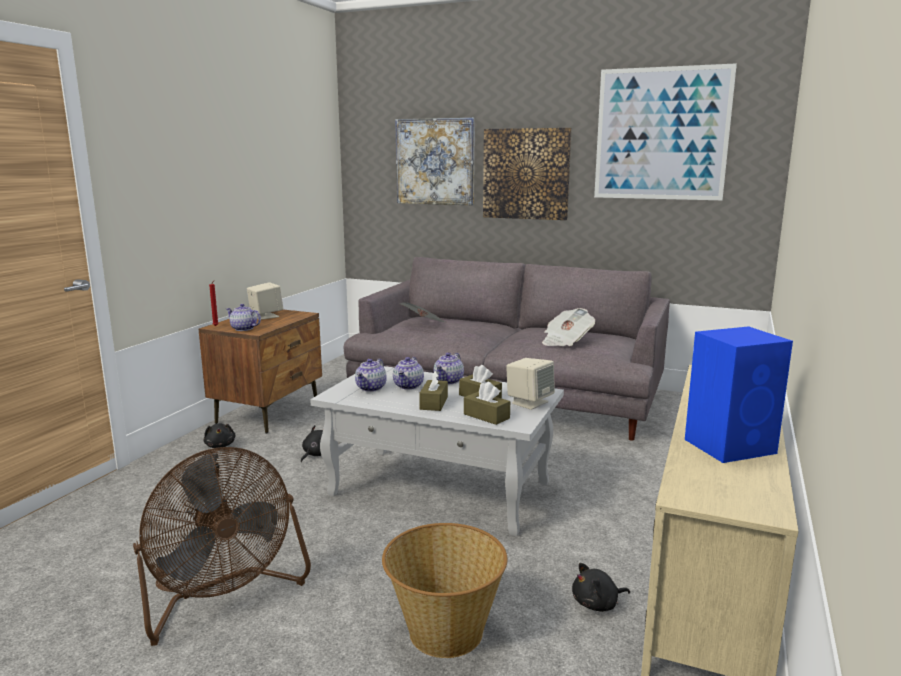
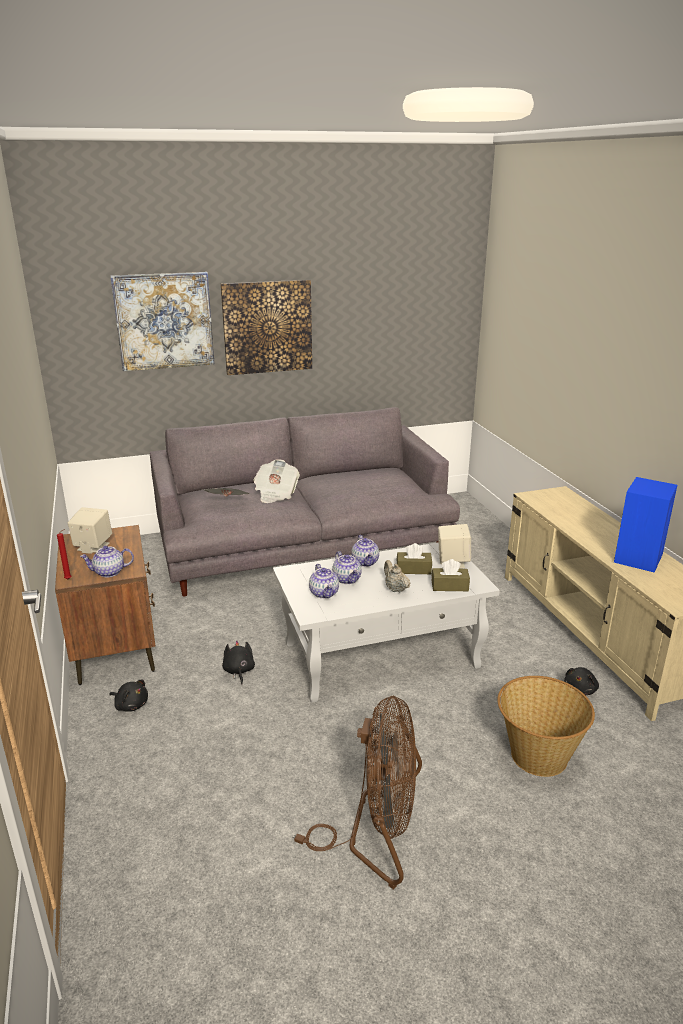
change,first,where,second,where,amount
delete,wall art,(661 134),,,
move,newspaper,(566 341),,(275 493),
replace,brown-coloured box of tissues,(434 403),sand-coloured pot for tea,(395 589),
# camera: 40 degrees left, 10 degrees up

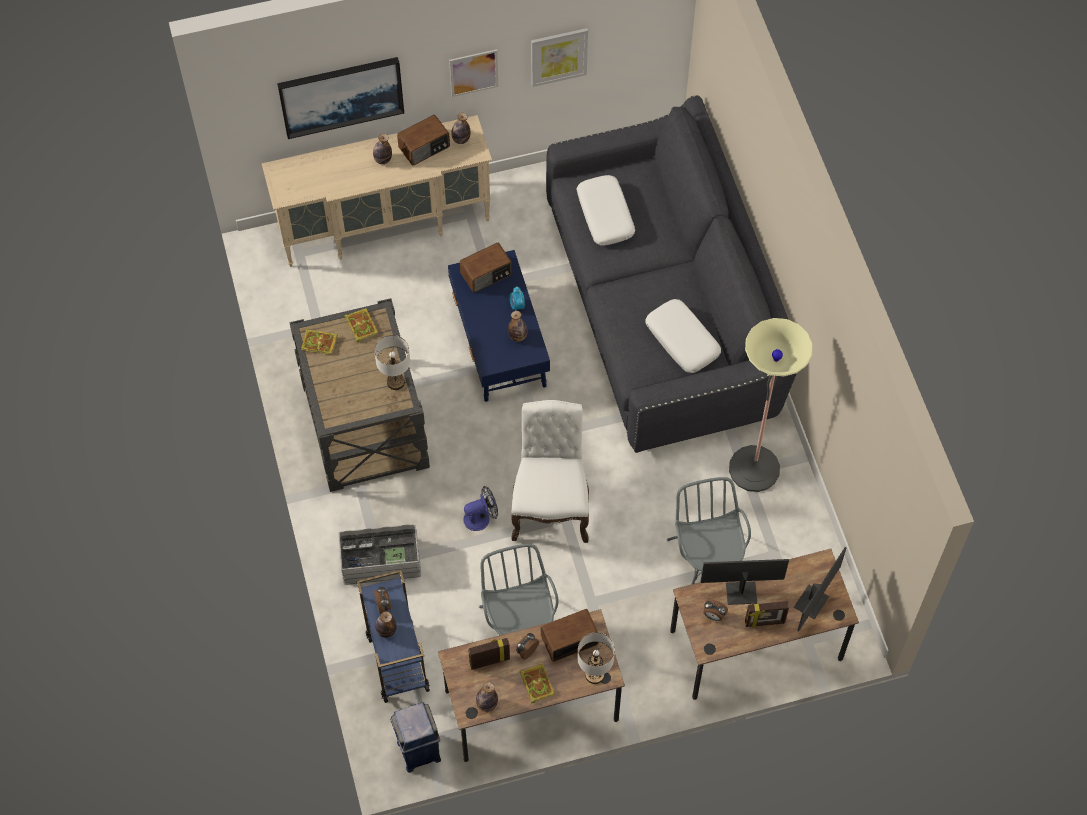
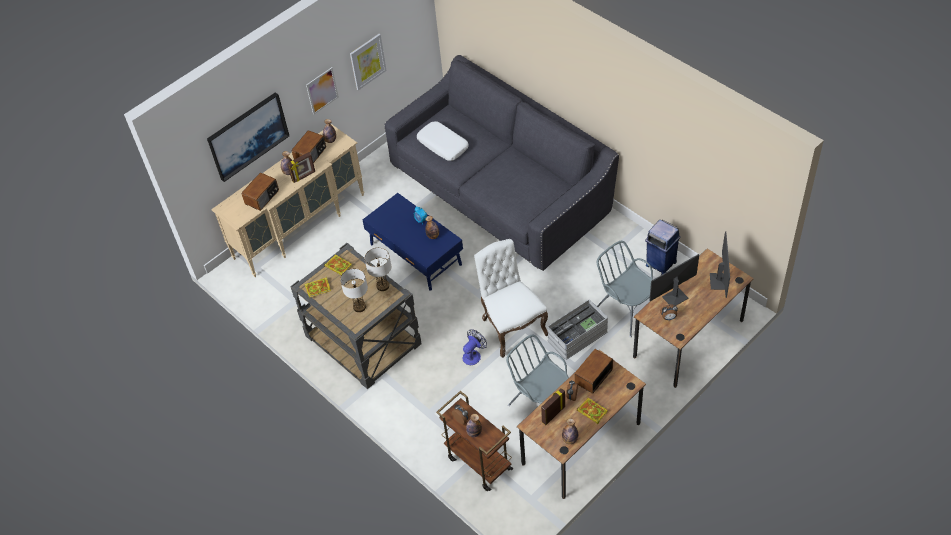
change,first,where,second,where,amount
delete,whitish throw pillow,(683 340),,,
delete,floor lamp,(754 469),,,
move,gray storage container,(380 562),,(577 336),
move,blue-coloured waste bin,(418 750),,(660 263),
move,radio receiver,(487 274),,(262 197),
move,tabletop lamp,(594 674),,(359 307),
move,picture frame,(764 622),,(304 176),
recolor,blue-coloured cart,(397 659),brown-coloured cart,(478 462),
# camera: 25 degrees left, 10 degrees down

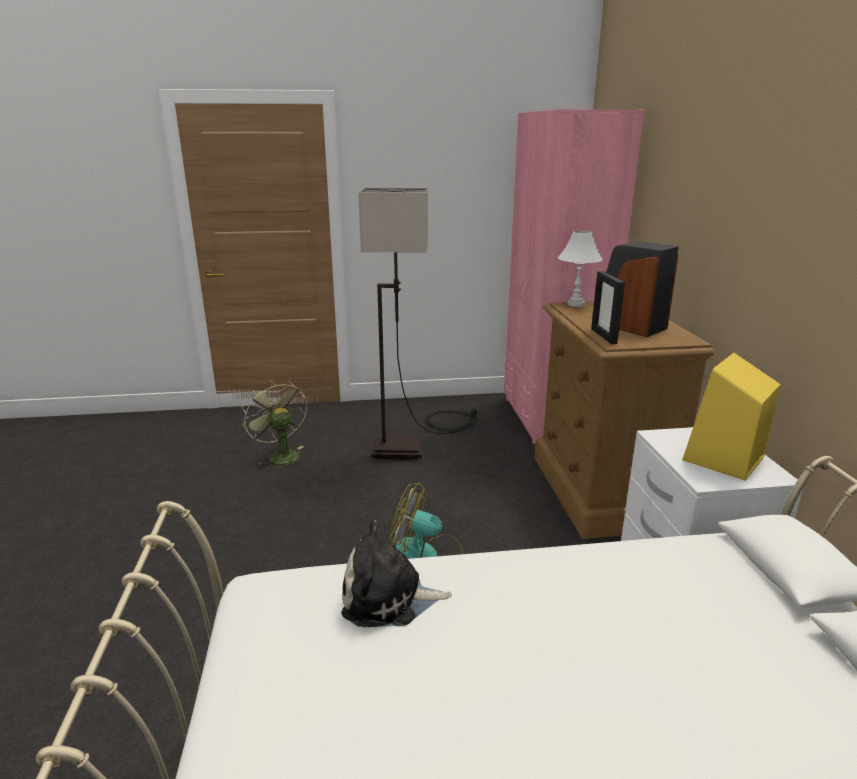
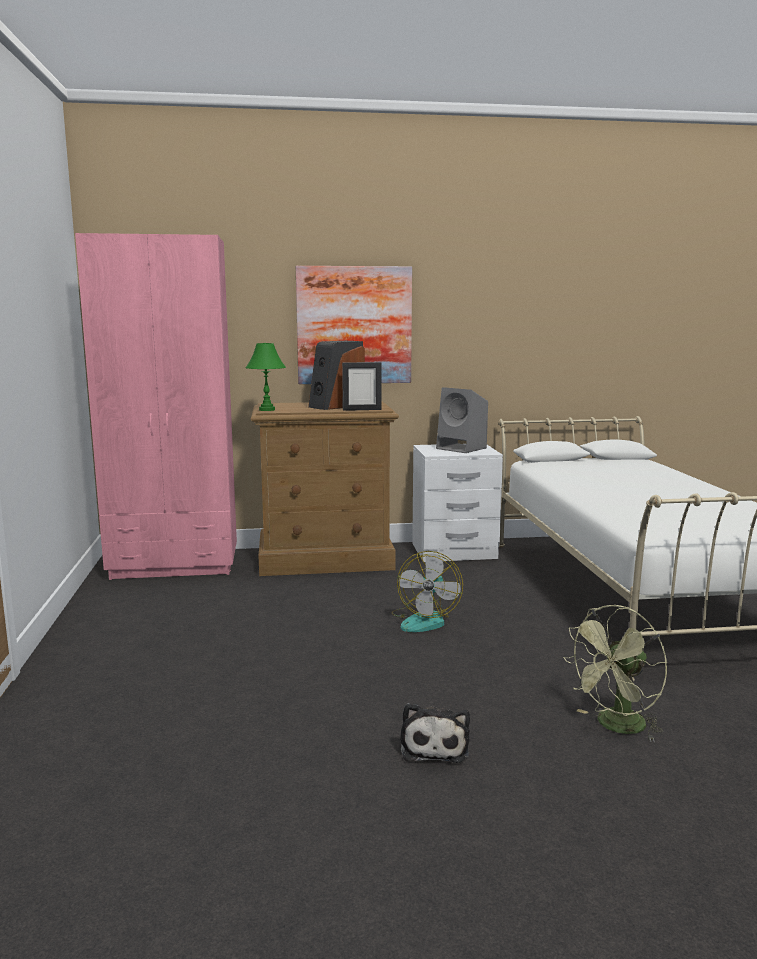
change,first,where,second,where,amount
delete,floor lamp,(428 434),,,
insert,,,wall art,(354 325),
move,green-coloured electric fan,(280 456),,(616 727),
move,soft toy,(388 598),,(434 746),
recolor,whitish tabletop lamp,(575 304),green-coloured tabletop lamp,(267 410),
recolor,yellow-coloured speaker,(723 460),gray speaker,(462 448),
# camera: 90 degrees left, 10 degrees down

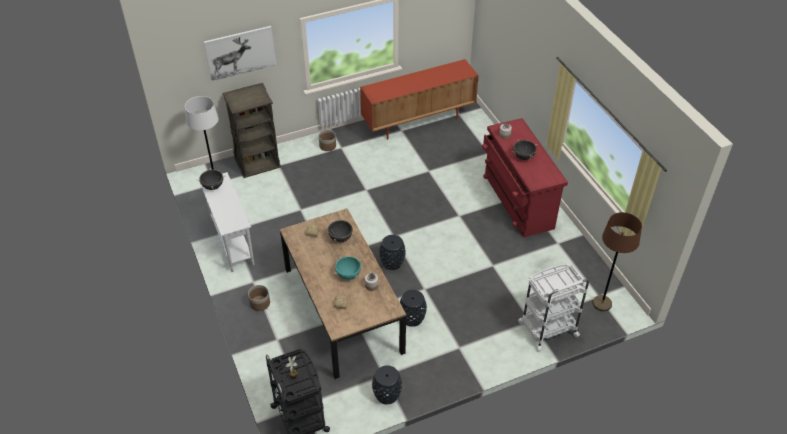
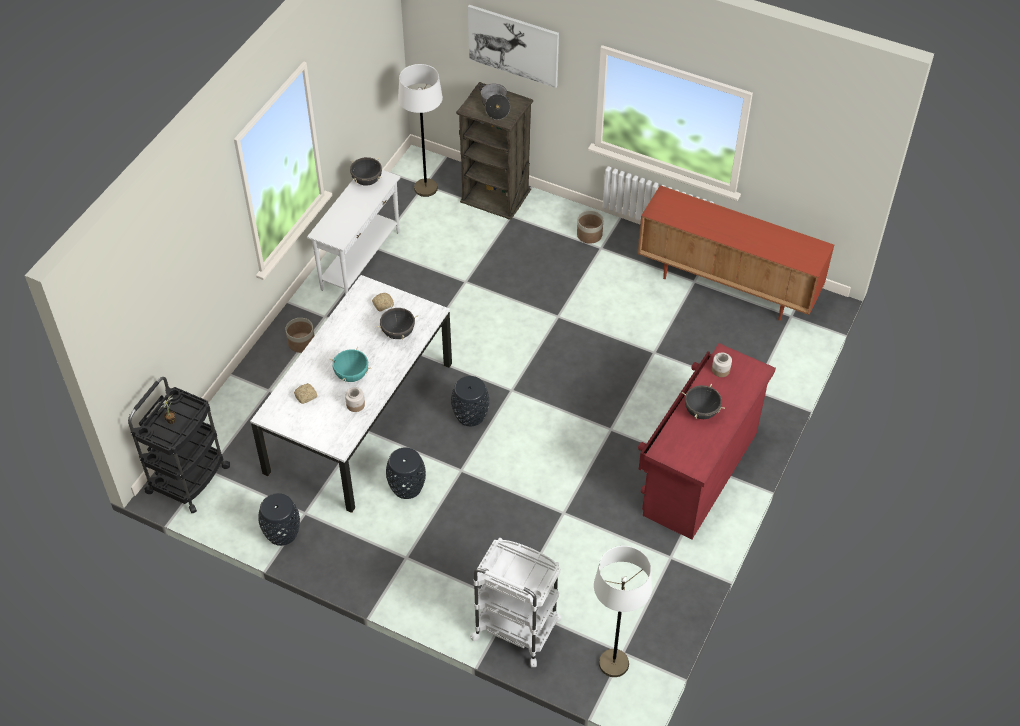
change,first,where,second,where,amount
insert,,,saucepot,(495 106),
recolor,brown-coloured dinner table,(343 310),whitish dinner table,(360 418),
recolor,brown-coloured floor lamp,(602 303),whitish floor lamp,(613 663),
# camera: 50 degrees right, 5 degrees up

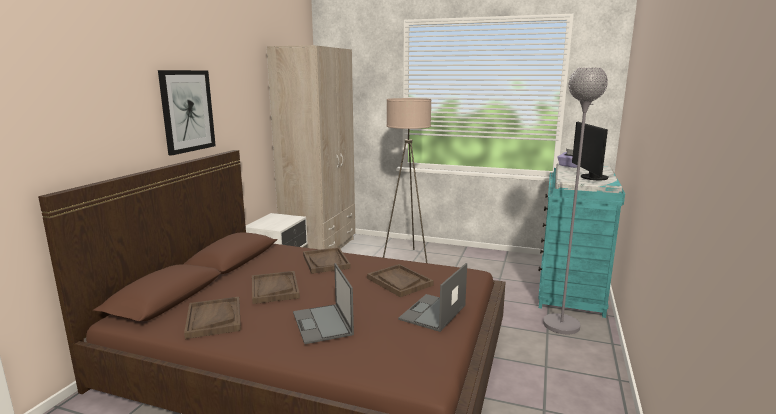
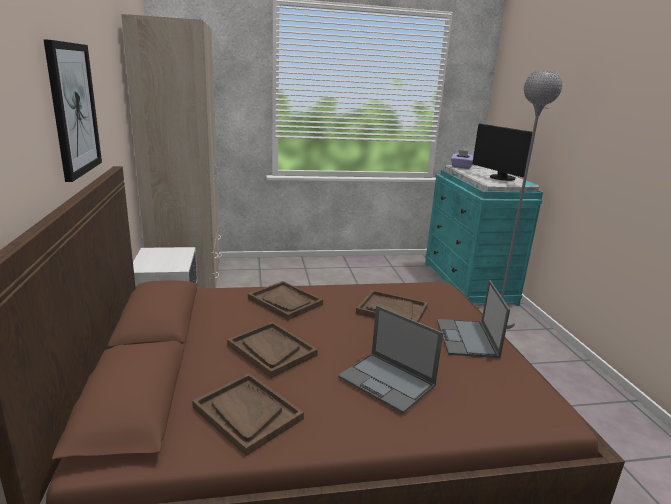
change,first,where,second,where,amount
delete,sand-coloured floor lamp,(407 258),,,
# camera: 30 degrees left, 5 degrees up

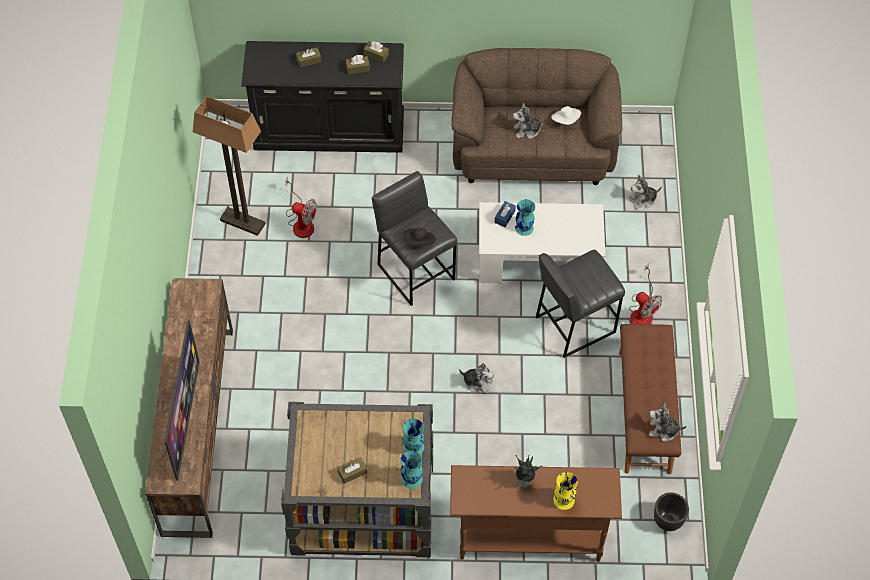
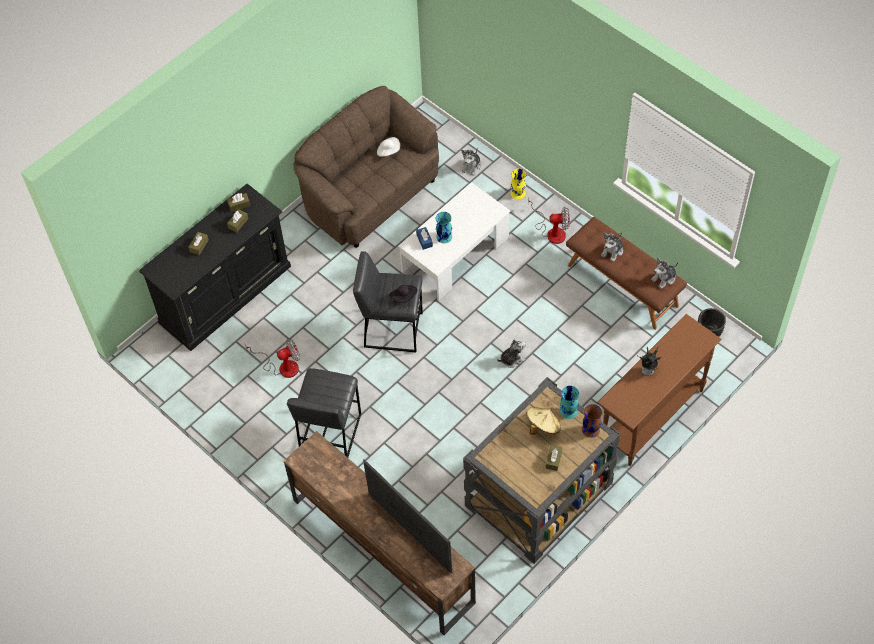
change,first,where,second,where,amount
delete,floor lamp,(243 222),,,
insert,,,sand-coloured clothing hat,(542 426),
move,soft toy,(527 130),,(612 251),
move,gray sitting stool,(574 325),,(330 433),
move,yellow-coloured decorative vase,(564 500),,(518 193),
recolor,turquoise decorative vase,(412 478),brown-coloured decorative vase,(590 429),
# camera: 45 degrees left, 0 degrees up

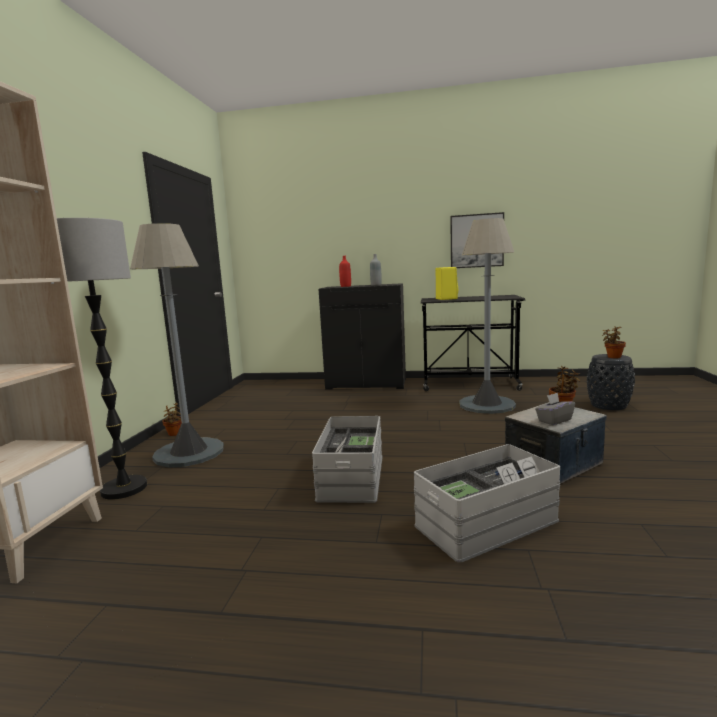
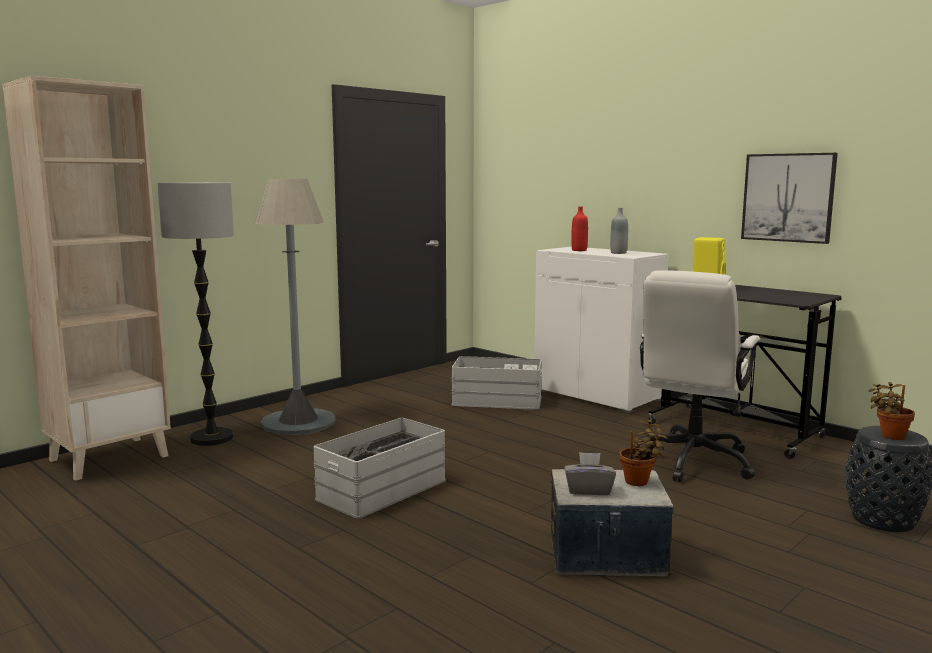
change,first,where,second,where,amount
delete,plant in a pot,(174 434),,,
move,gray storage container,(485 522),,(497 400),
replace,gray floor lamp,(487 405),whitish computer chair,(691 464),
recolor,blackish storage cabinet,(367 384),whitish storage cabinet,(597 395),
# camera: 35 degrees right, 0 degrees up

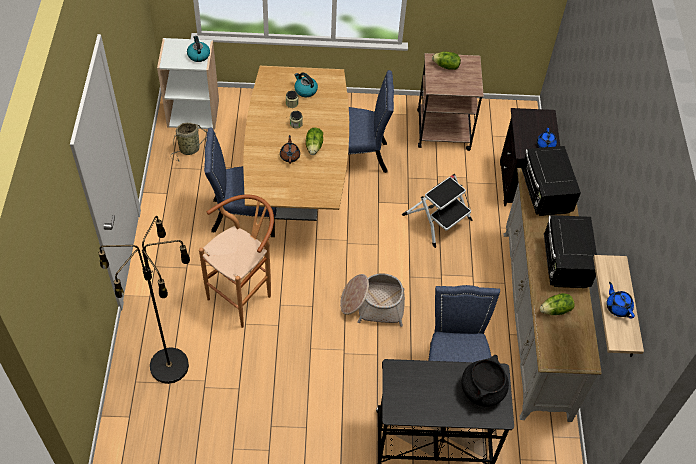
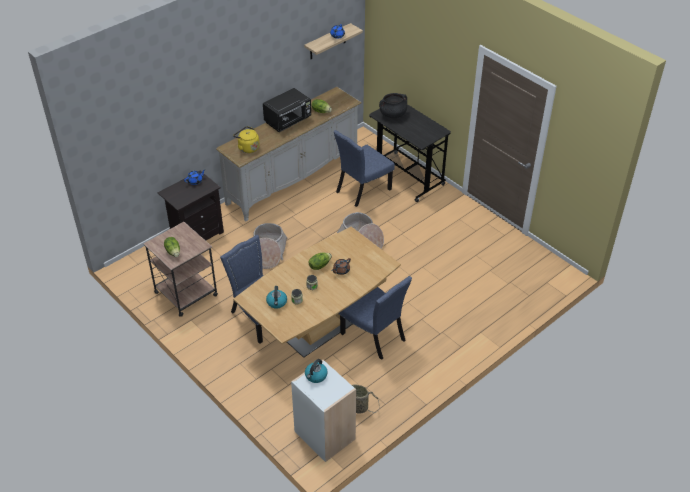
change,first,where,second,where,amount
delete,floor lamp,(169 367),,,
delete,brown-coloured sitting stool,(244 295),,,
replace,step stool,(437 219),household basket,(268 252),
replace,blackish microwave oven,(545 194),yellow-coloured tea kettle,(247 148),
# camera: 130 degrees left, 10 degrees down

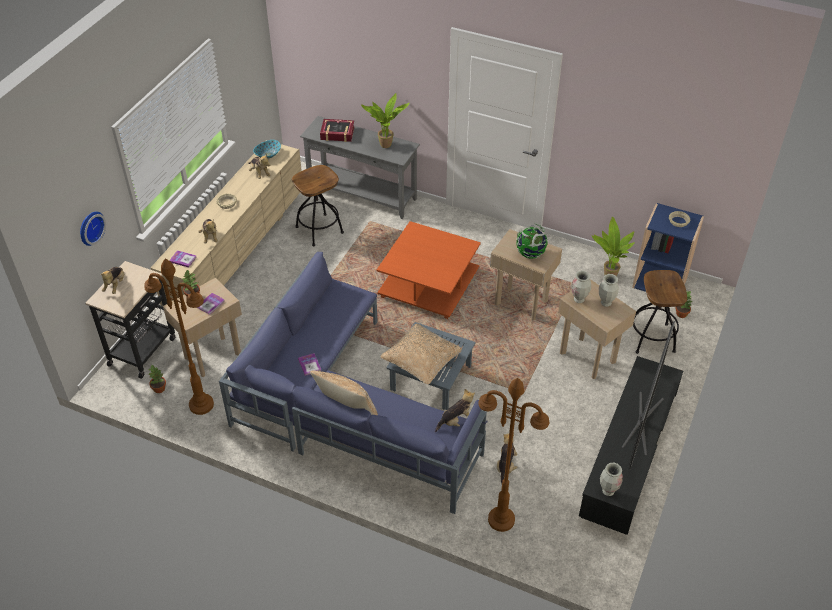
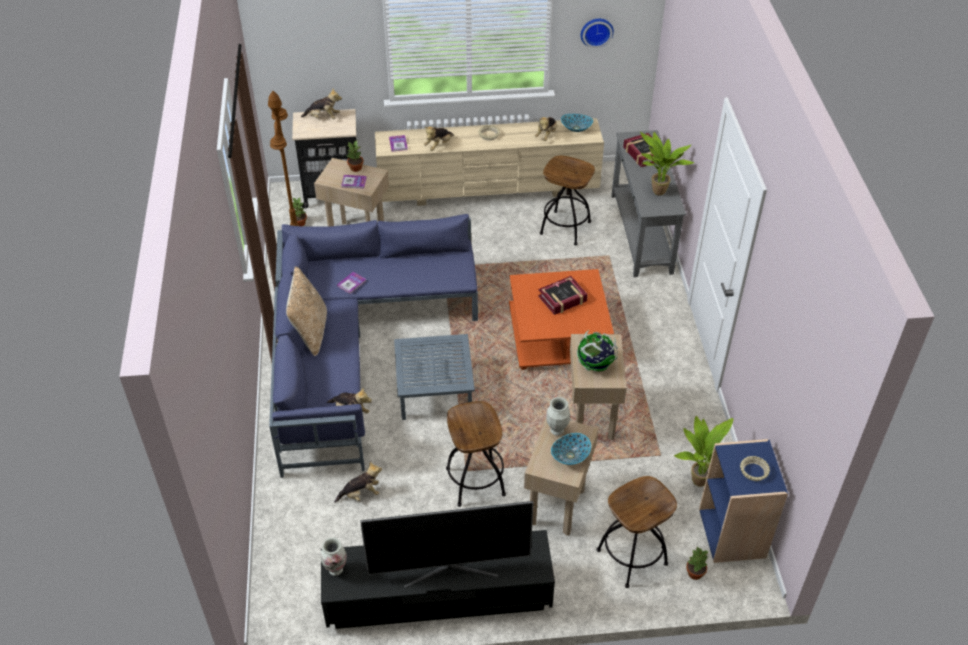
change,first,where,second,where,amount
delete,sand-coloured throw pillow,(421 359),,,
delete,brown-coloured floor lamp,(501 519),,,
insert,,,brown-coloured sitting stool,(475 482),
insert,,,book,(562 299),
move,wall clock,(90 227),,(596 31),
replace,decorative vase,(605 303),deep dish,(570 456),
rotate,soft toy,(115 285),,(323 117),150 degrees counterclockwise
# camera: 60 degrees right, 0 degrees up

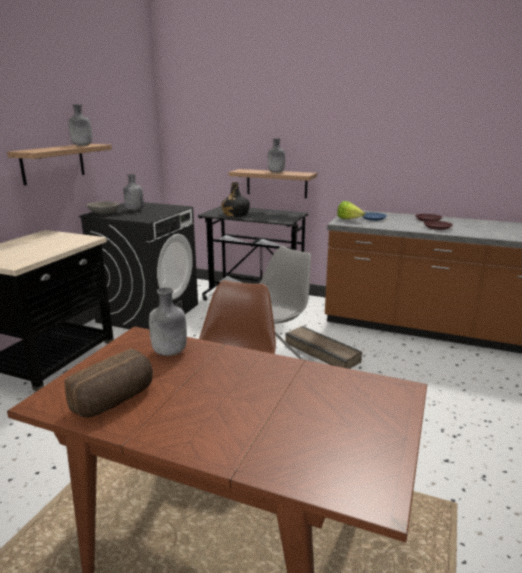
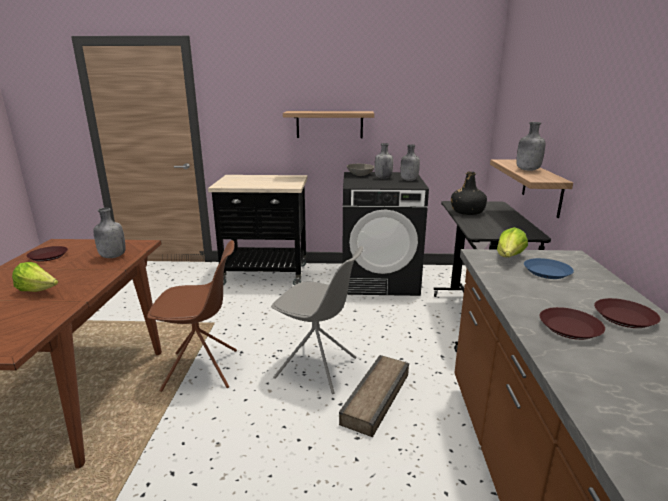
change,first,where,second,where,amount
insert,,,lettuce head,(38 291),
move,gray beverage bottle,(82 146),,(408 180),
replace,baked bread,(115 400),brown-coloured flat dish,(48 256),
# camera: 70 degrees right, 0 degrees up

